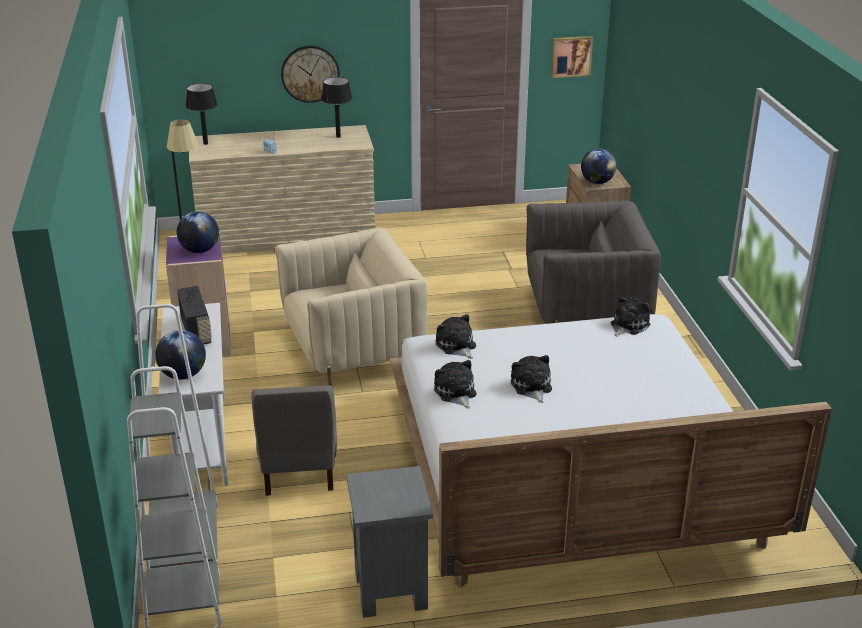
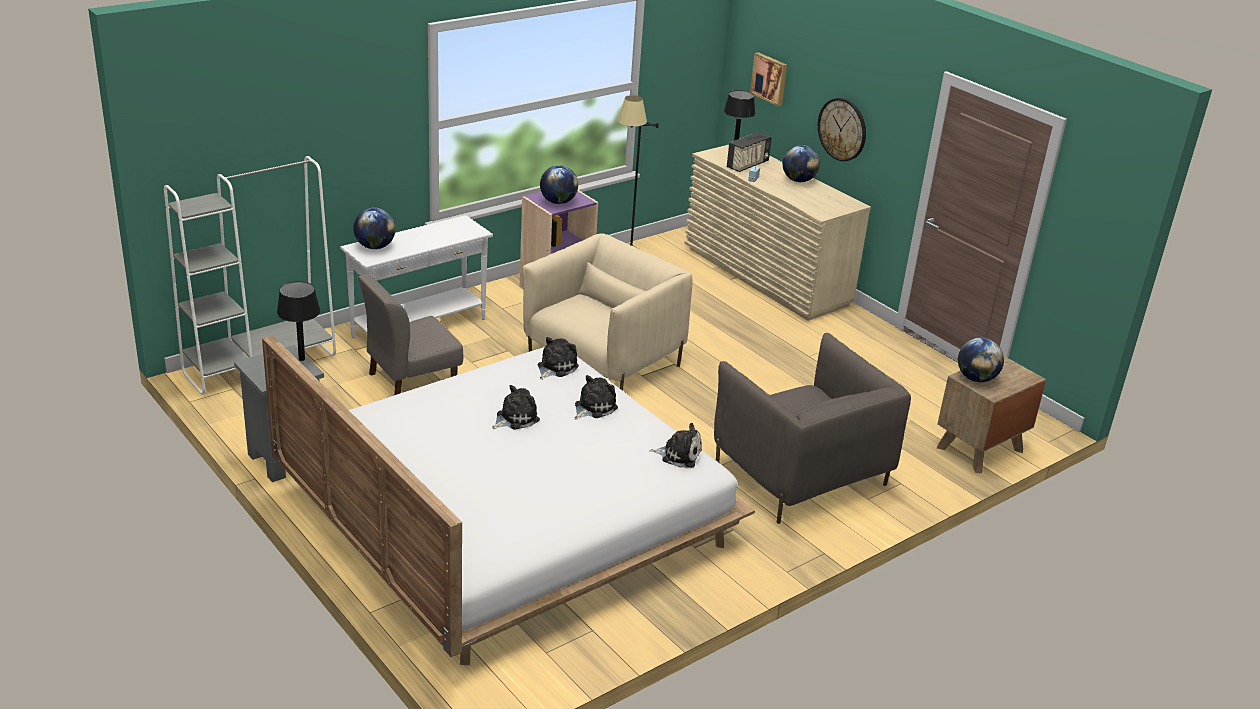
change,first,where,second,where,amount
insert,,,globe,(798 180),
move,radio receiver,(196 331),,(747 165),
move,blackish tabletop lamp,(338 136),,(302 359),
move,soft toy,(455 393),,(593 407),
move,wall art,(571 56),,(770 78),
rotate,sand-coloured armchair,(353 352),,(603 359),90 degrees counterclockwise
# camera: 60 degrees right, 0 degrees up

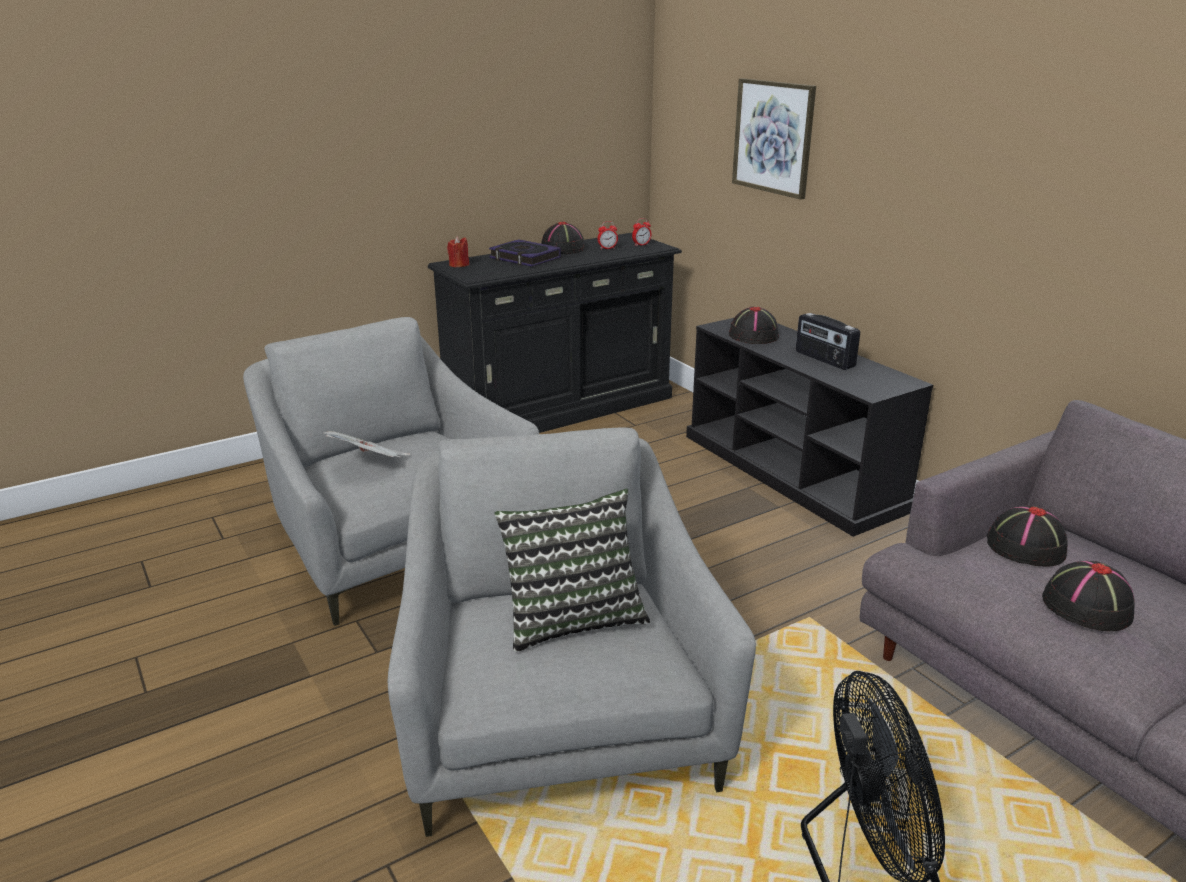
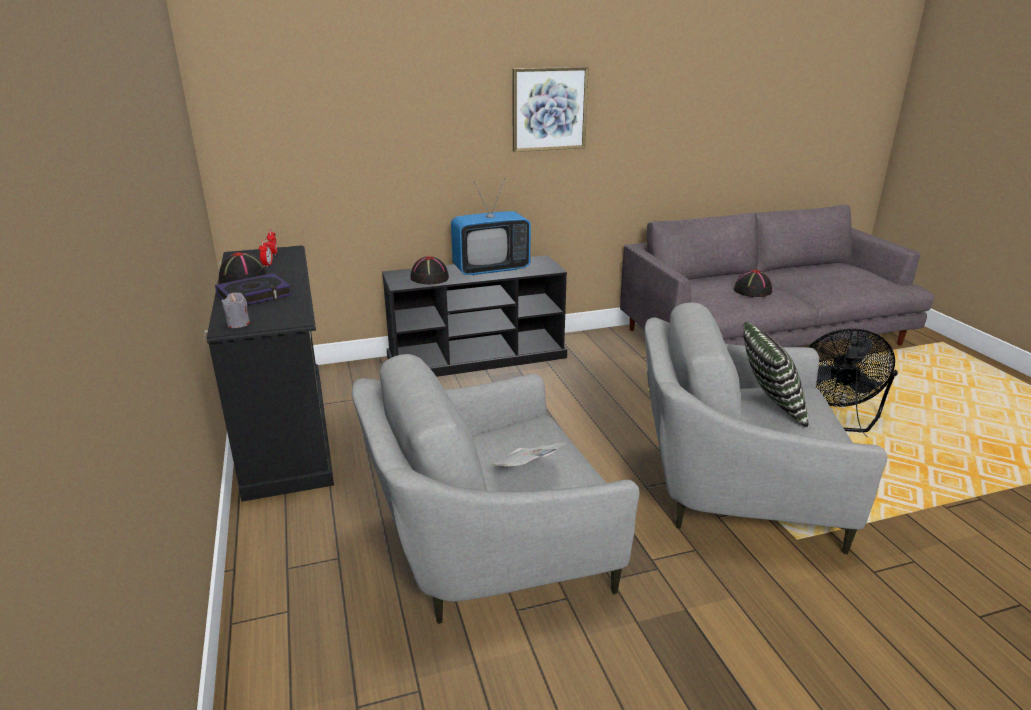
change,first,where,second,where,amount
delete,blackish clothing hat,(1025 547),,,
move,wall art,(773 137),,(549 109),
replace,radio receiver,(824 359),television,(491 269),
recolor,red-coloured wax light,(459 265),gray wax light,(238 324),
# camera: 75 degrees left, 0 degrees up

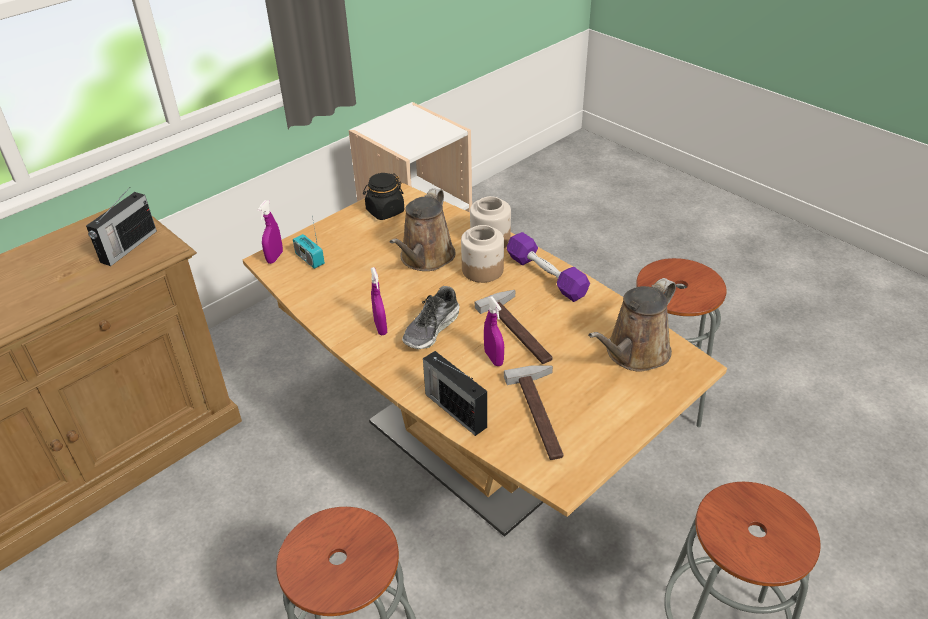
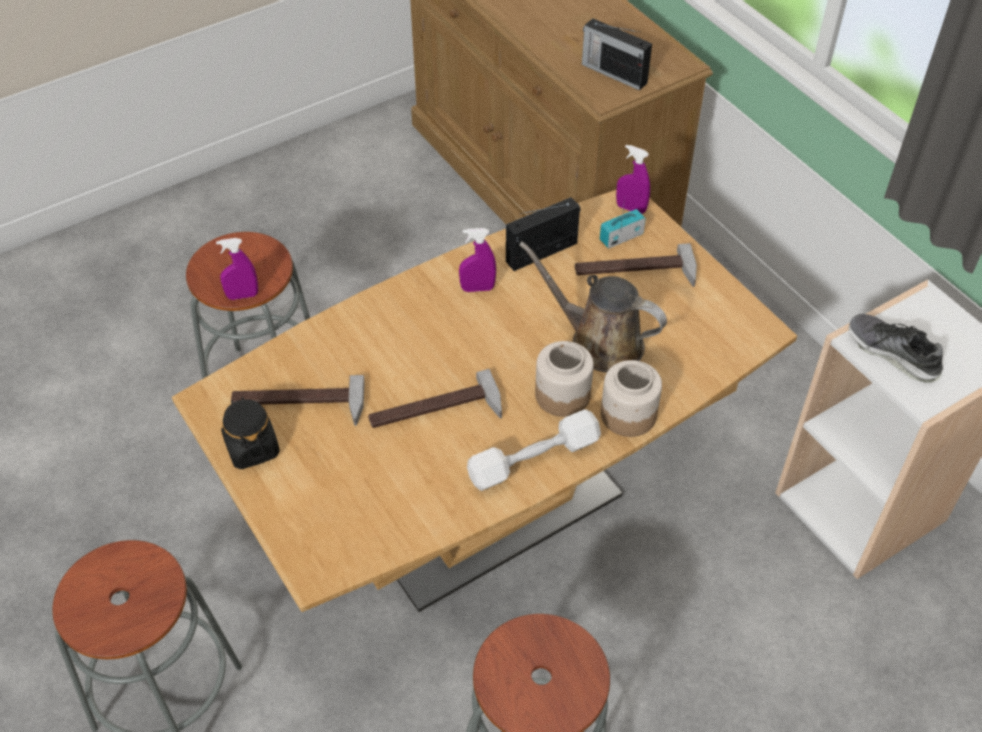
change,first,where,second,where,amount
delete,brown-coloured sprinkling can,(634 354),,,
insert,,,hammer,(635 272),
move,blackish storage jar,(385 211),,(252 448),
move,low shoe,(431 329),,(892 354),
move,radio receiver,(454 409),,(543 252),
move,purplish hand sprayer,(493 358),,(242 295),
recolor,purplish dumbbell,(546 276),whitish dumbbell,(533 460),
# camera: 100 degrees right, 10 degrees up

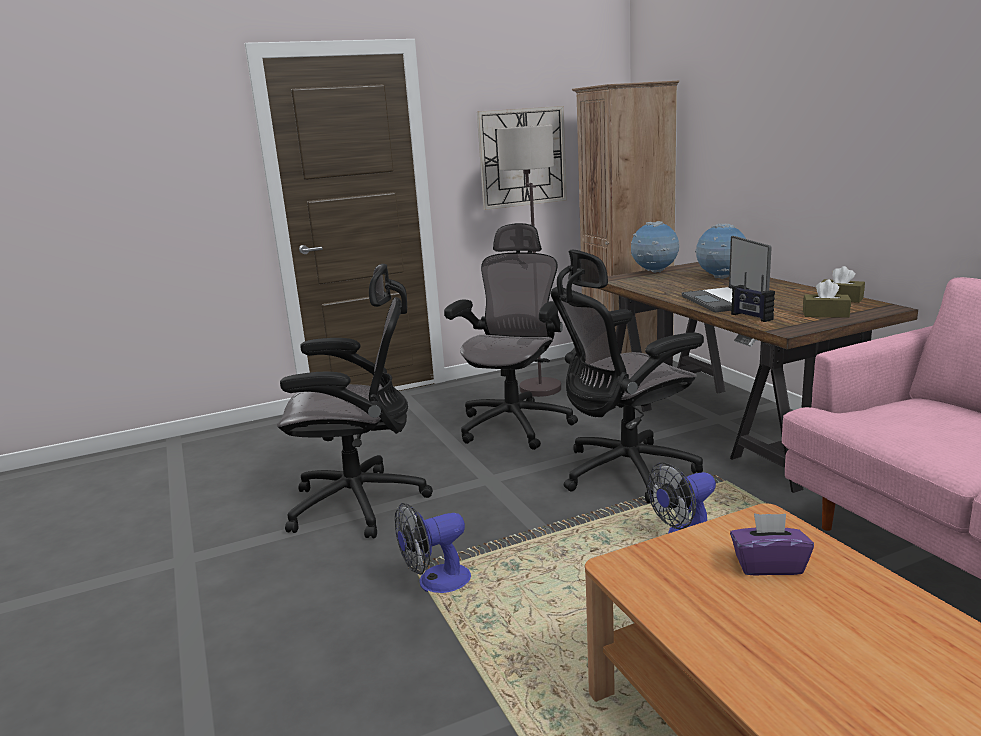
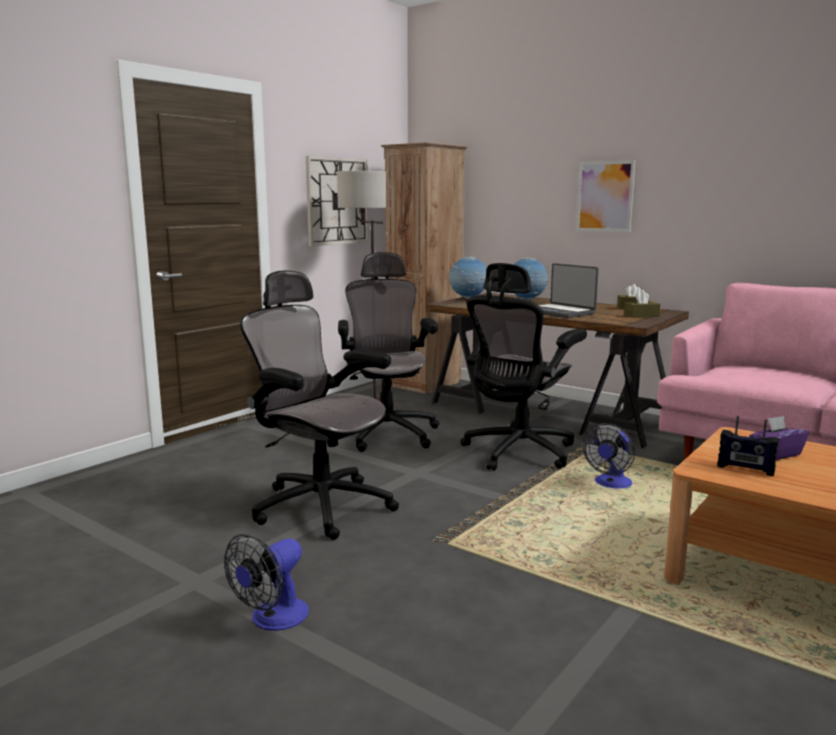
change,first,where,second,where,amount
insert,,,wall art,(605 196),
move,electric fan,(436 582),,(272 619),
move,radio receiver,(751 317),,(745 469),
rotate,computer chair,(359 503),,(321 507),105 degrees counterclockwise
# camera: 30 degrees left, 5 degrees down

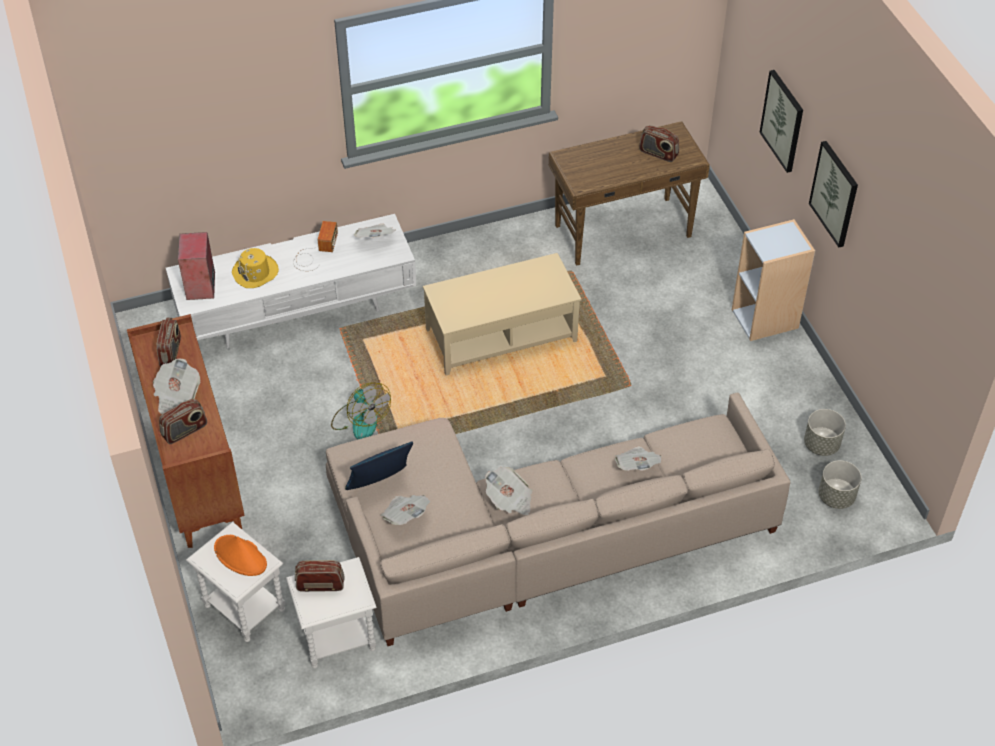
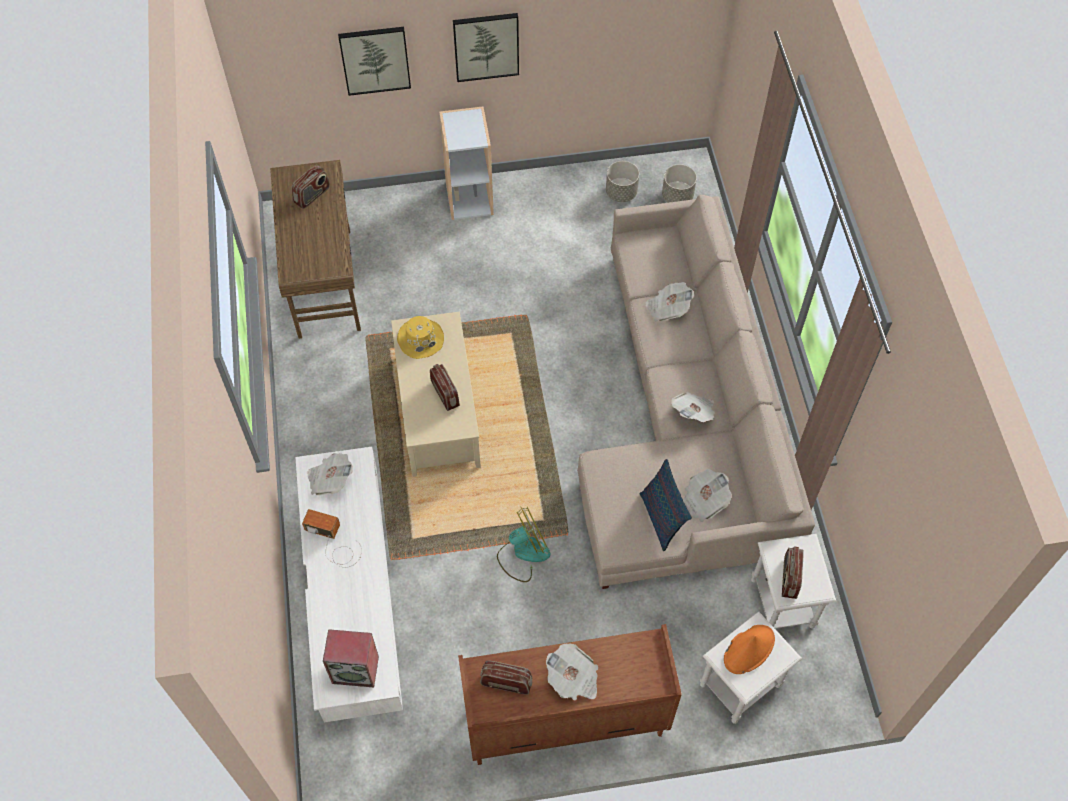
change,first,where,second,where,amount
move,radio receiver,(185 431),,(445 394),
move,yellow-coloured clothing hat,(255 272),,(420 339),
# camera: 80 degrees left, 10 degrees up

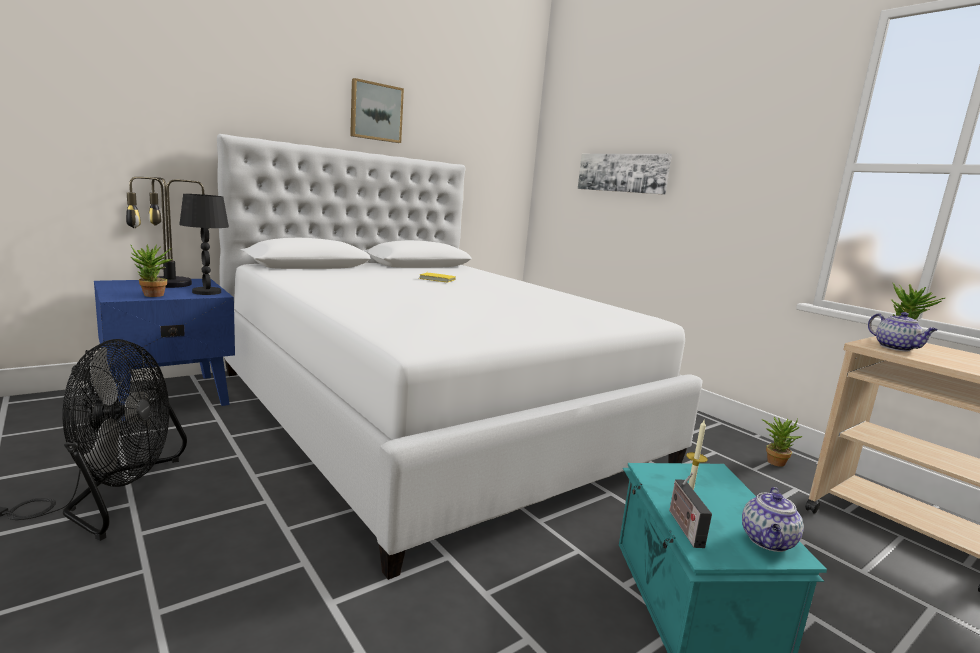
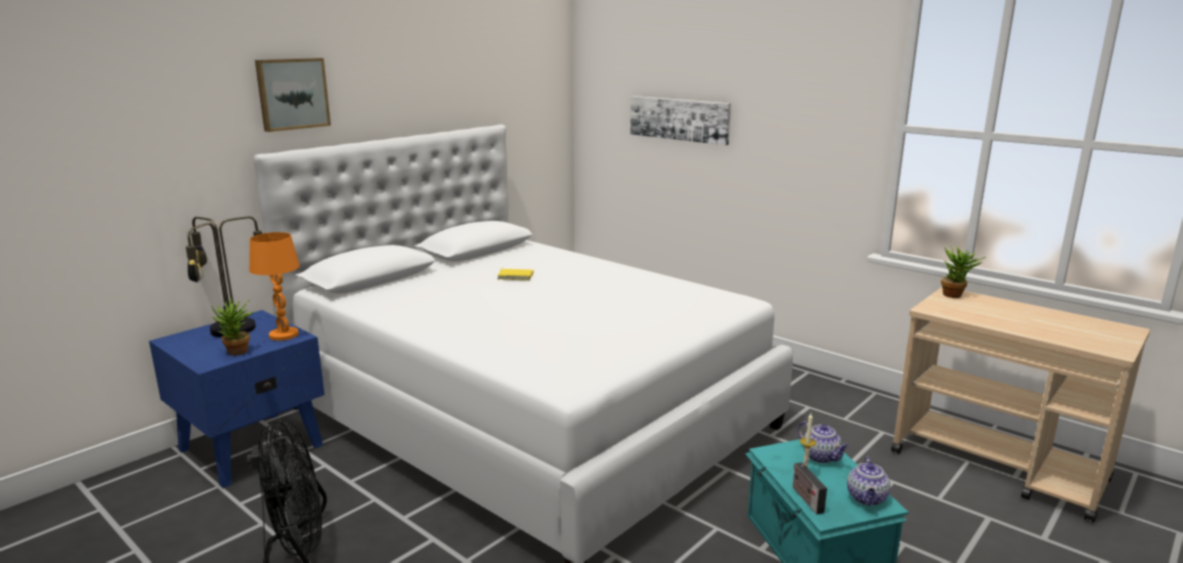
change,first,where,second,where,amount
delete,plant in a pot,(774 461),,,
move,wall art,(376 112),,(292 93),
move,pot for tea,(896 348),,(821 457),
recolor,blackish tabletop lamp,(206 292),orange-coloured tabletop lamp,(283 335),
# camera: 10 degrees left, 5 degrees up

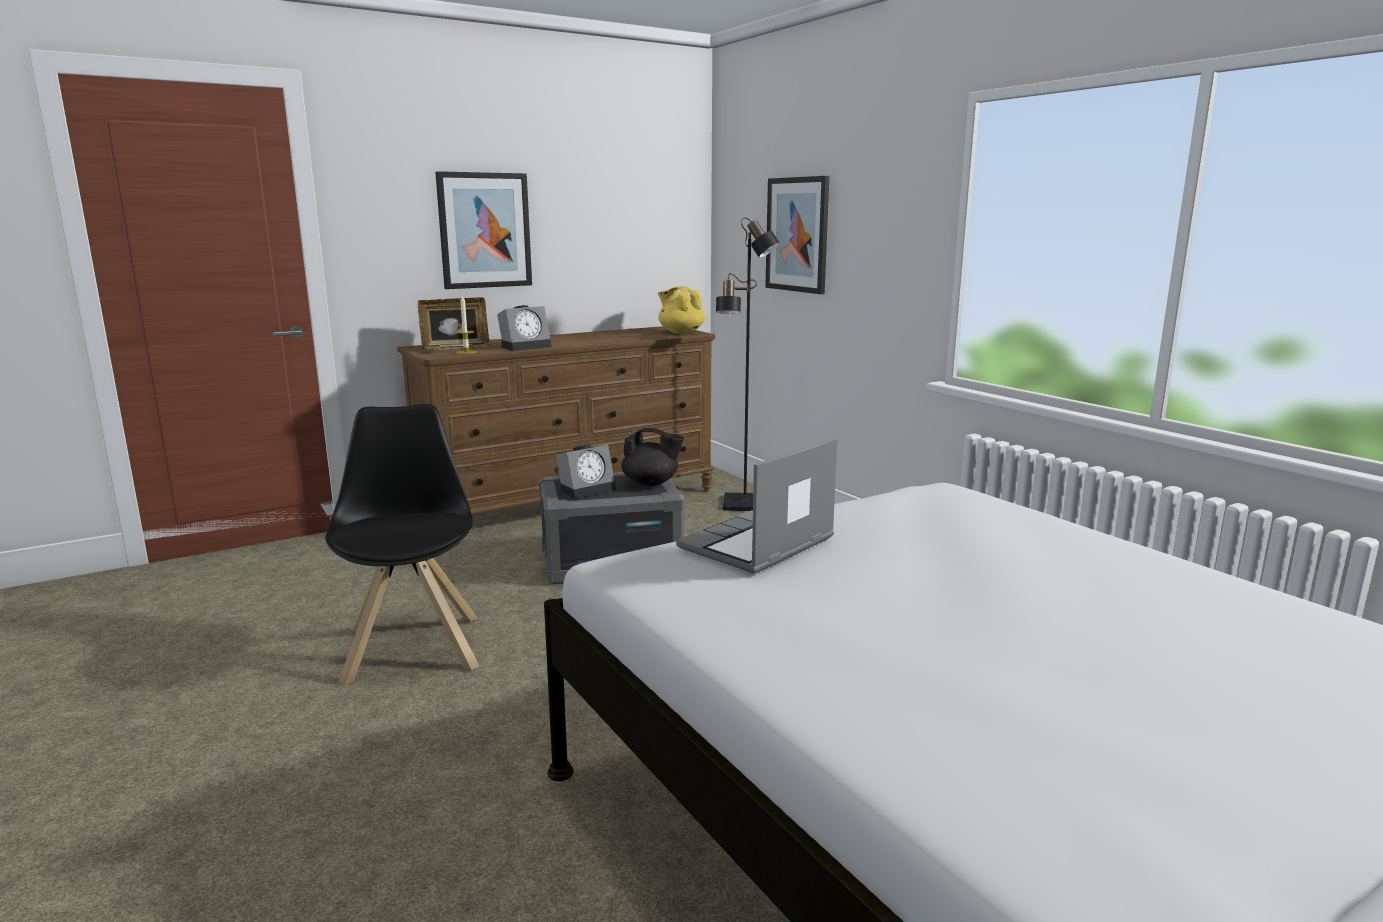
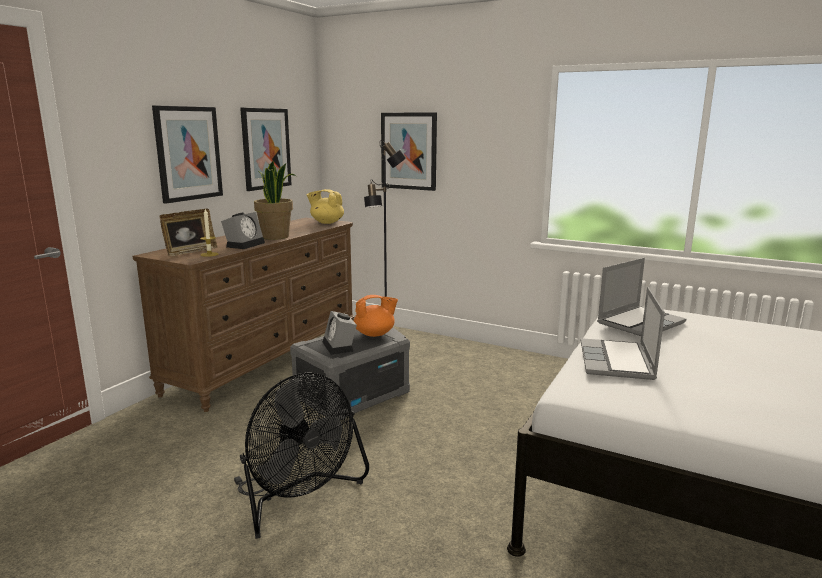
change,first,where,second,where,amount
insert,,,wall art,(266 148),
insert,,,plant in a pot,(276 237),
insert,,,portable computer,(640 322),
replace,blackish upright chair,(414 646),blackish electric fan,(294 498),
recolor,blackish pot for tea,(651 483),orange-coloured pot for tea,(375 334),
rotate,alarm clock,(588 489),,(340 347),135 degrees clockwise
# camera: 30 degrees left, 0 degrees up

